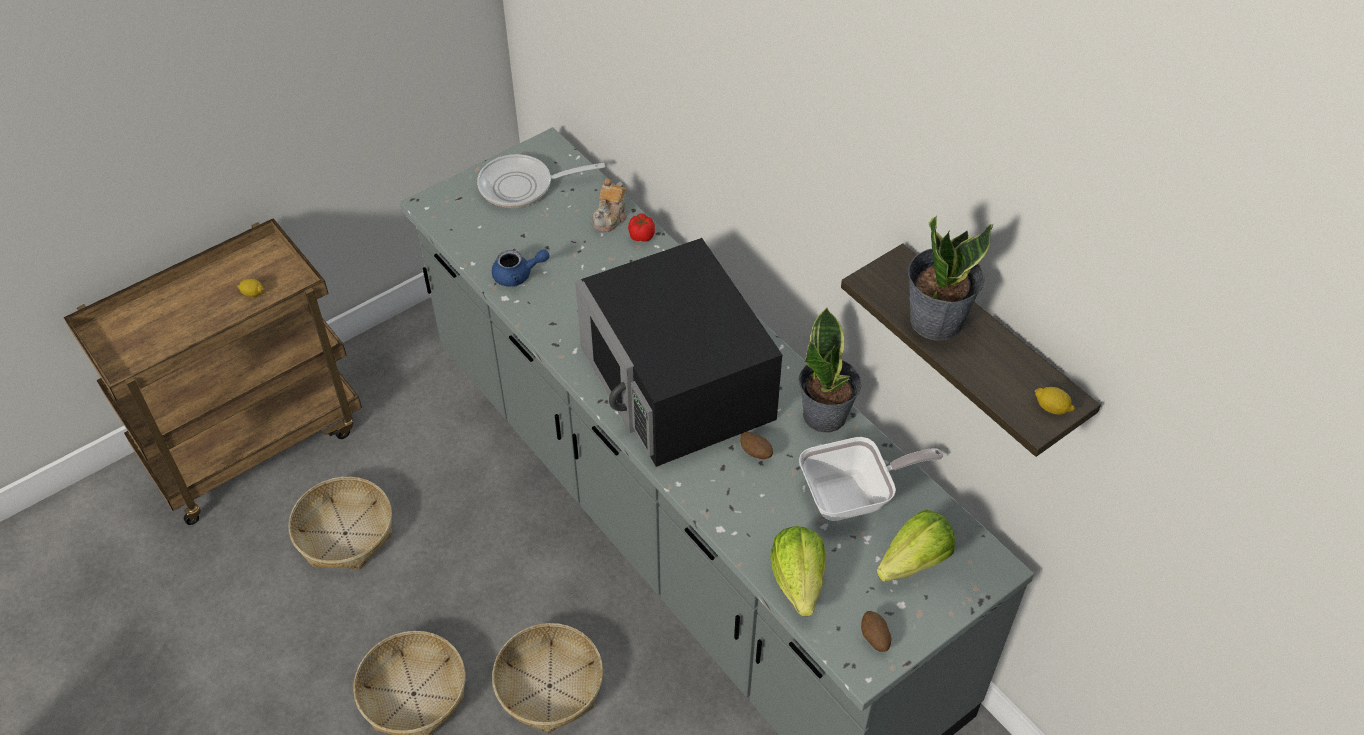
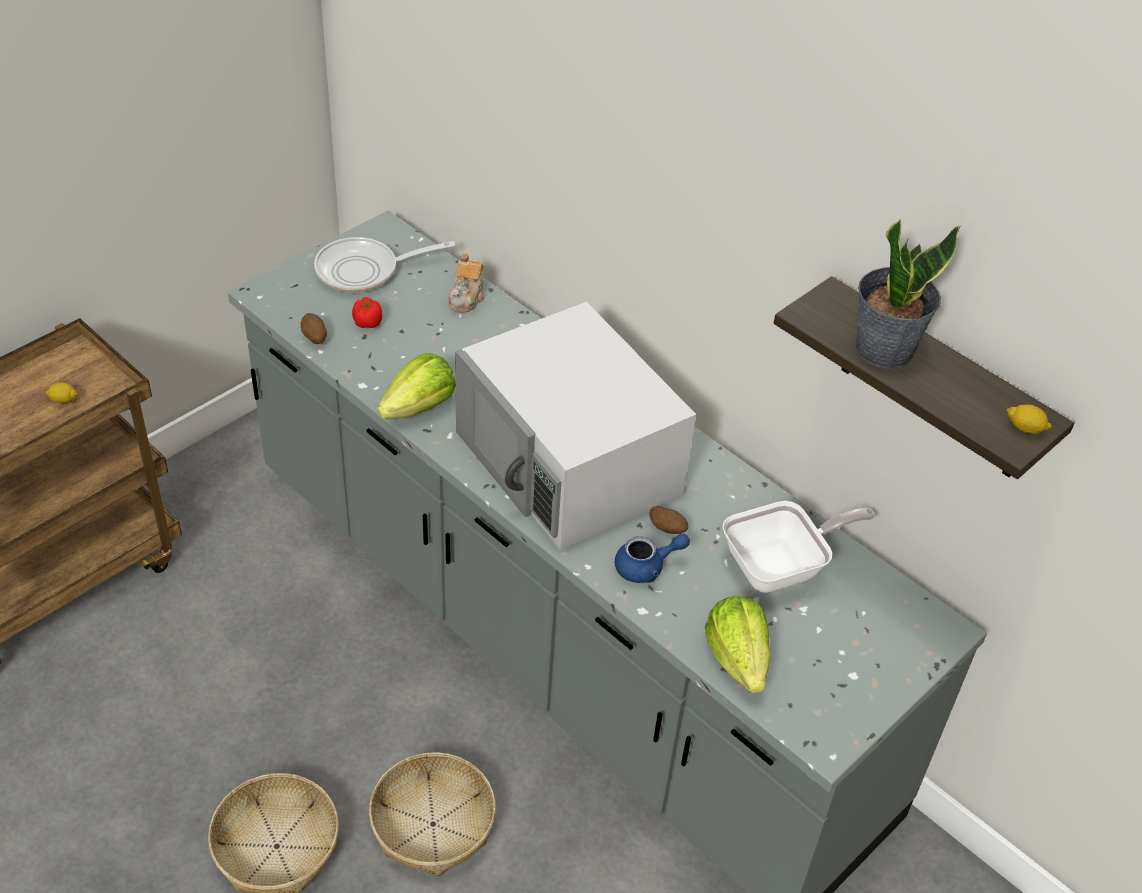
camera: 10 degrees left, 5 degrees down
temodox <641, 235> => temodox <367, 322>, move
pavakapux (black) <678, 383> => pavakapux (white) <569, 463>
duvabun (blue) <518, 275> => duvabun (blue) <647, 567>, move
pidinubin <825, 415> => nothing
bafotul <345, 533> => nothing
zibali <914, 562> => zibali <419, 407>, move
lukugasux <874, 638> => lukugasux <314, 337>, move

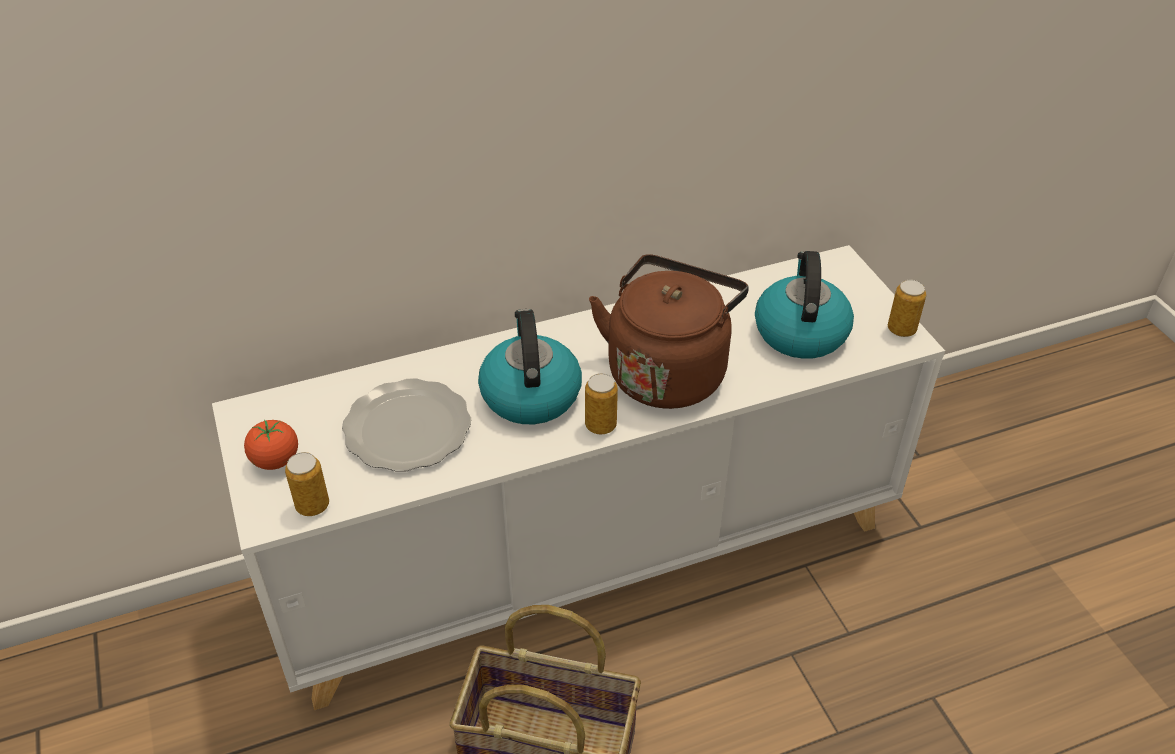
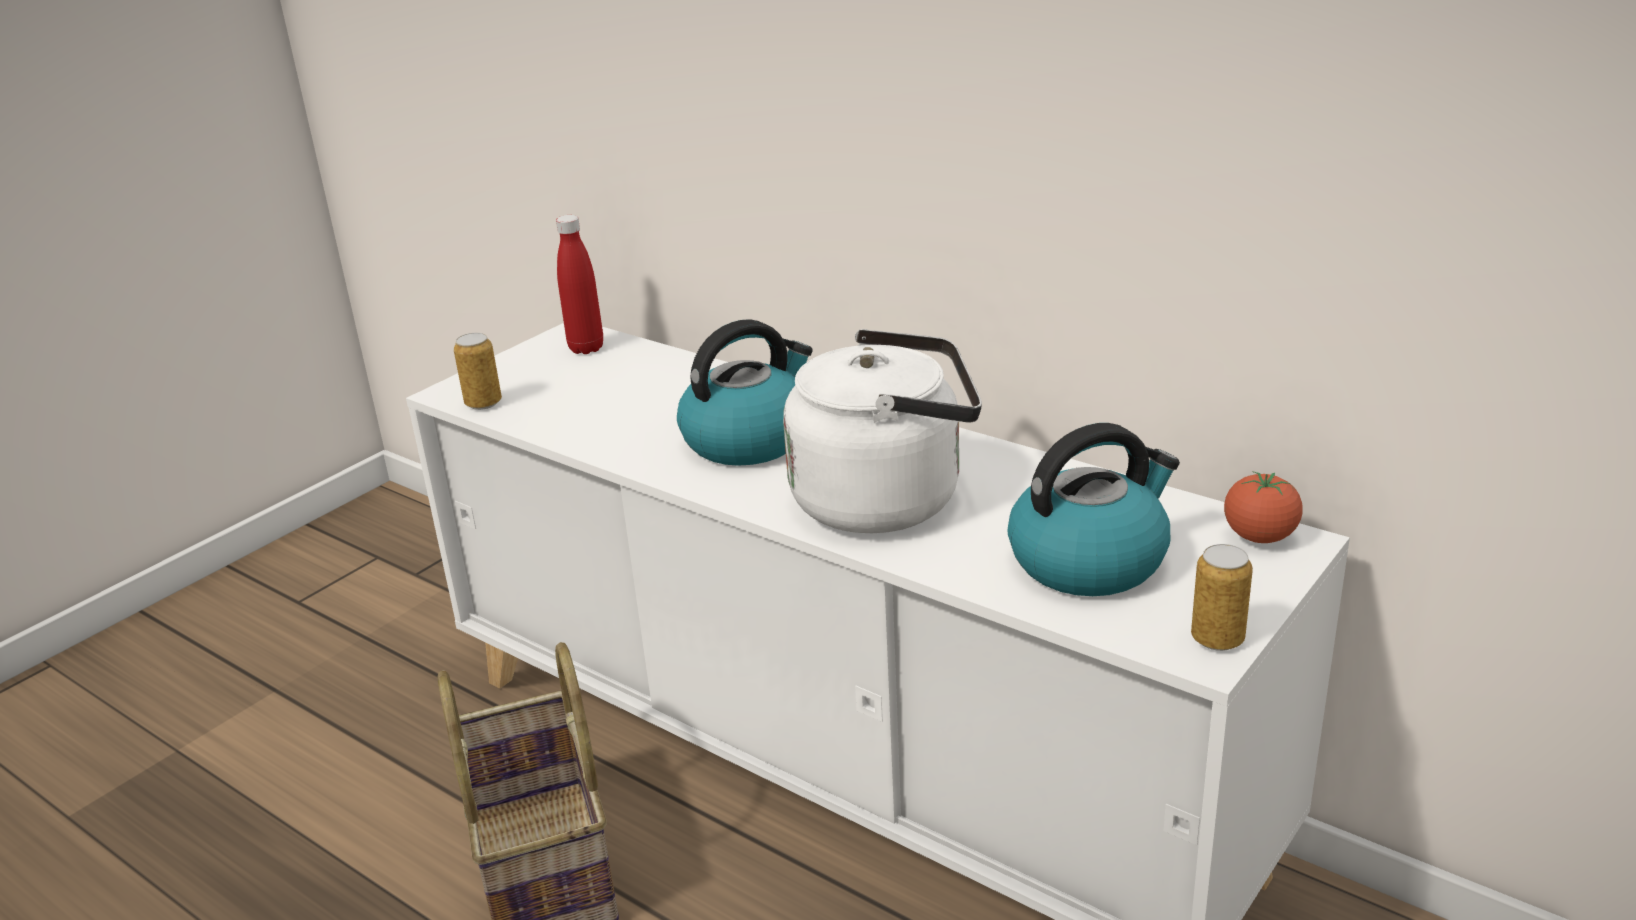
camera: 60 degrees right, 15 degrees down
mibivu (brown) <668, 371> => mibivu (white) <887, 499>
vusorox <600, 425> => nothing
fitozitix <409, 427> => nothing
temodox <275, 460> => temodox <1259, 537>, move
nothing => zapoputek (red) <586, 348>

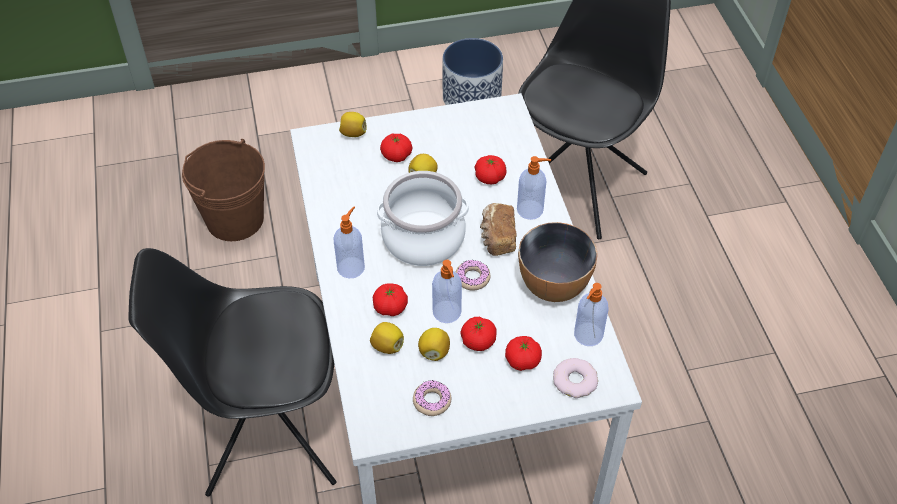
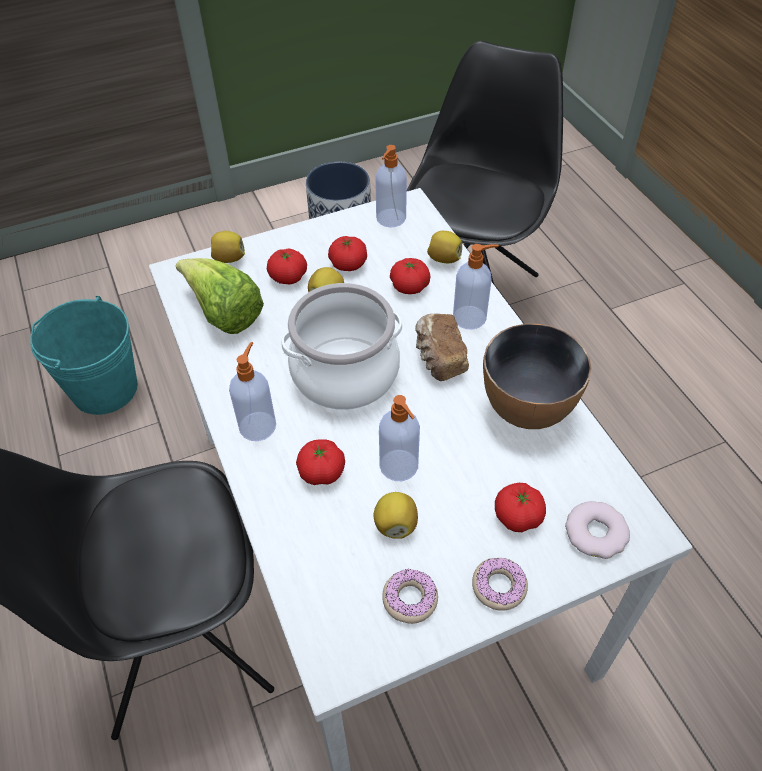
camera: 10 degrees left, 0 degrees up
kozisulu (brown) <235, 219> => kozisulu (turquoise) <104, 389>
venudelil <472, 278> => venudelil <499, 586>, move
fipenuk <587, 335> => fipenuk <390, 219>, move
temodox <478, 341> => temodox <348, 264>, move
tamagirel <387, 346> => tamagirel <444, 259>, move
nothing => zibali <224, 314>

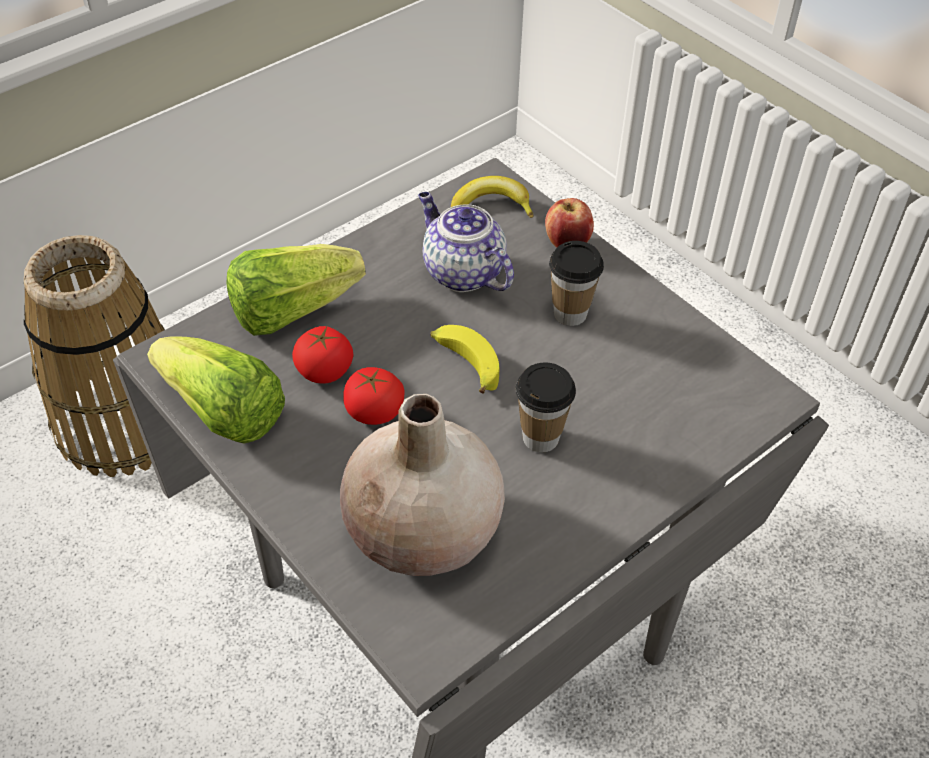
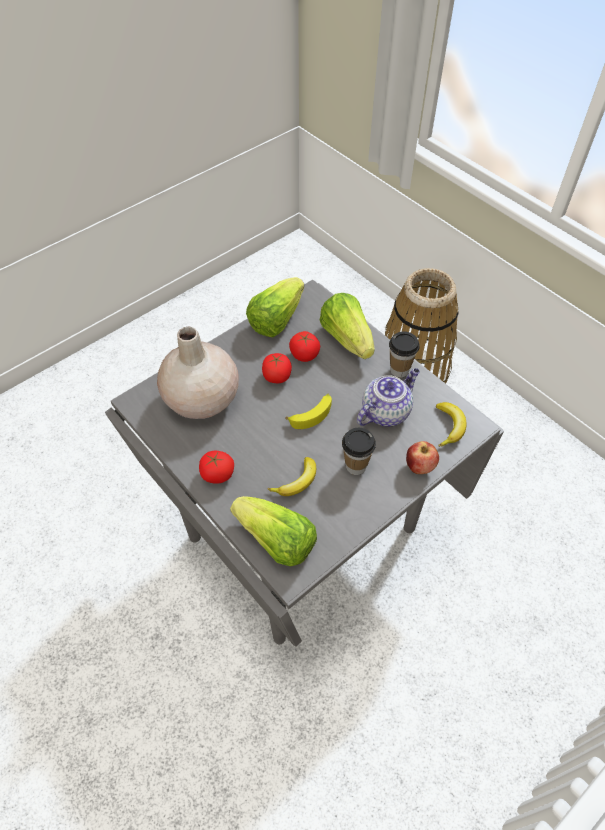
camera: 90 degrees right, 5 degrees up
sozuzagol <540, 437> => sozuzagol <399, 370>, move
nothing => temodox <218, 474>
nothing => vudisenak <297, 482>
nothing => zibali <276, 541>

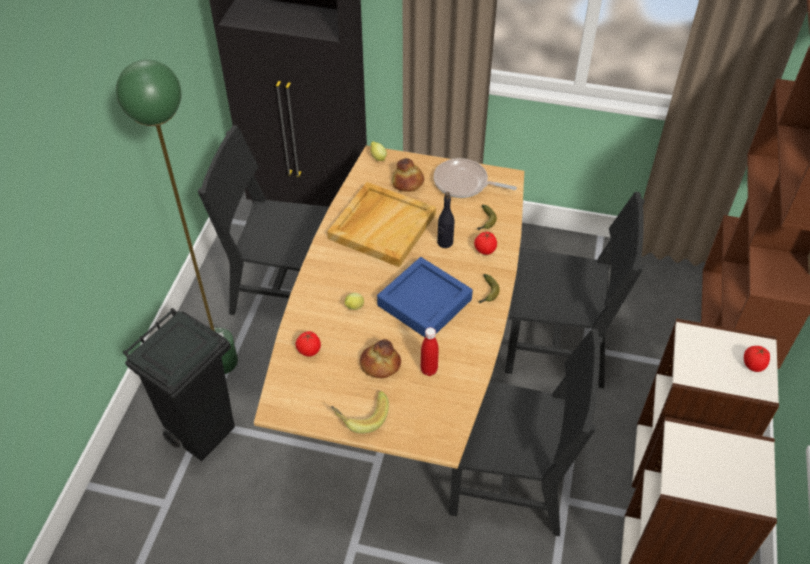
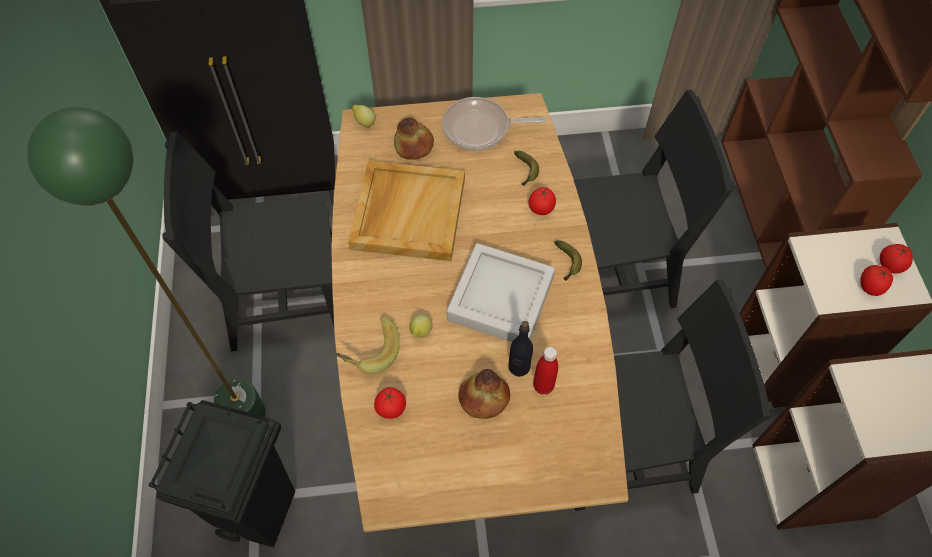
camera: 20 degrees left, 10 degrees up
zapoputek (black) <445, 242> => zapoputek (black) <519, 367>, move
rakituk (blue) <424, 302> => rakituk (grey) <500, 299>
vudisenak <360, 416> => vudisenak <369, 351>, move
nothing => temodox <869, 287>

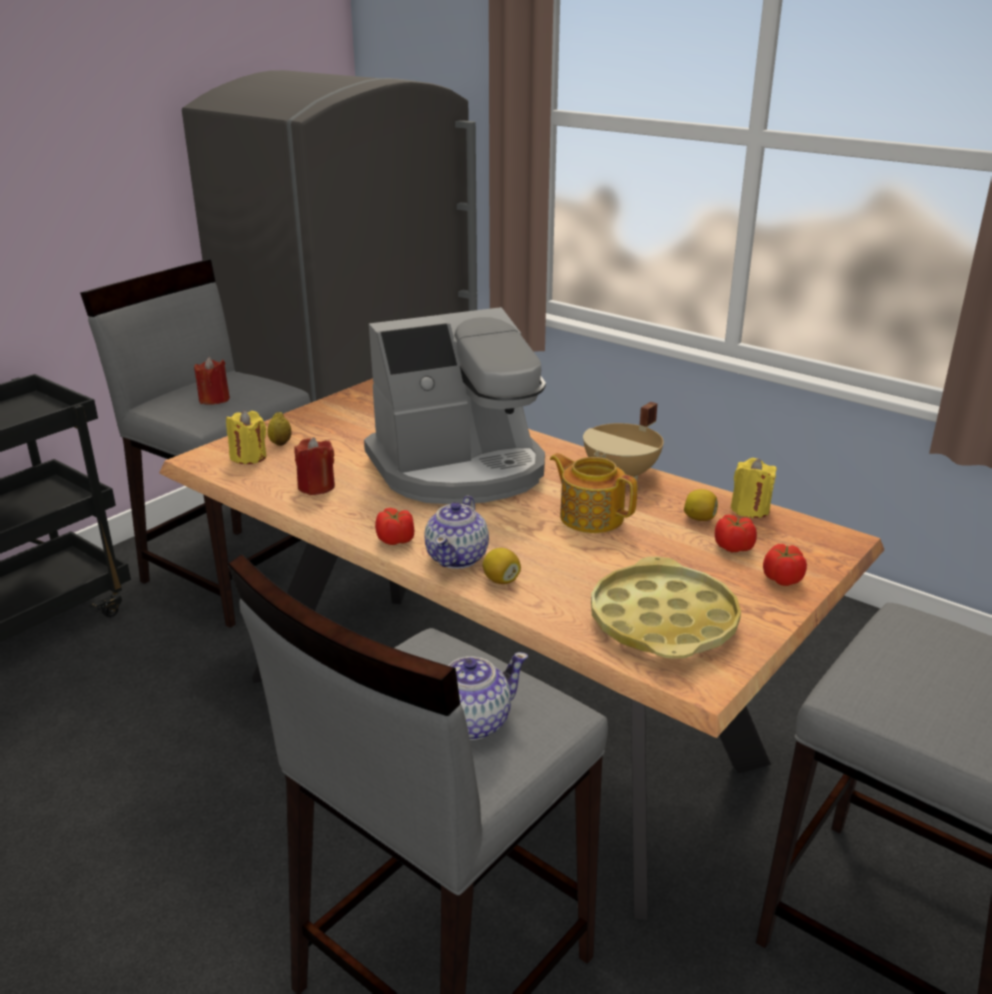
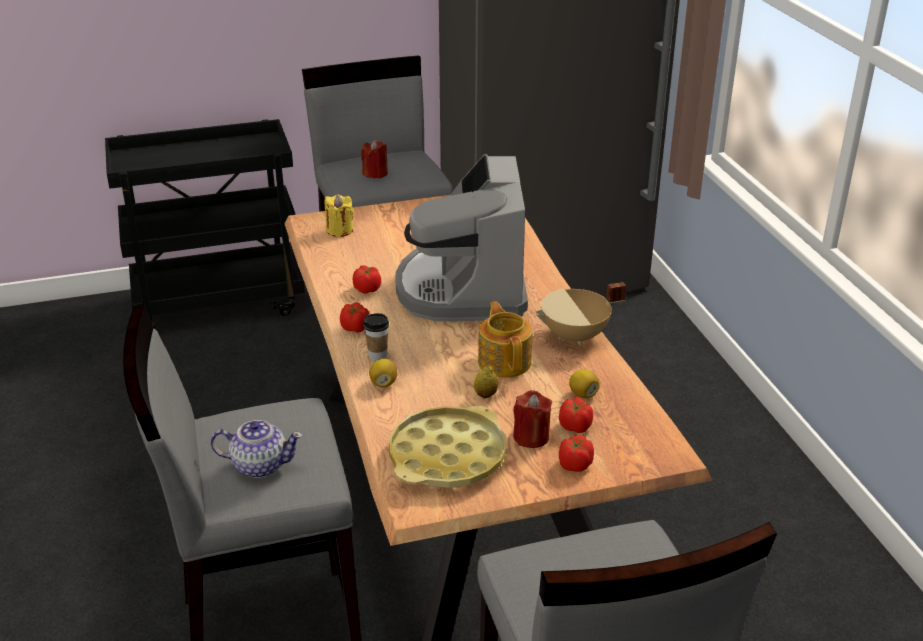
camera: 35 degrees right, 5 degrees up
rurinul <460, 469> => rurinul <464, 289>, 75 degrees clockwise
tamagirel <280, 443> => tamagirel <486, 395>, move
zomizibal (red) <316, 487> => zomizibal (red) <531, 437>, move
zomizibal (yellow) <750, 509> => nothing
duvabun <458, 557> => sozuzagol <377, 356>
nothing => temodox <367, 289>

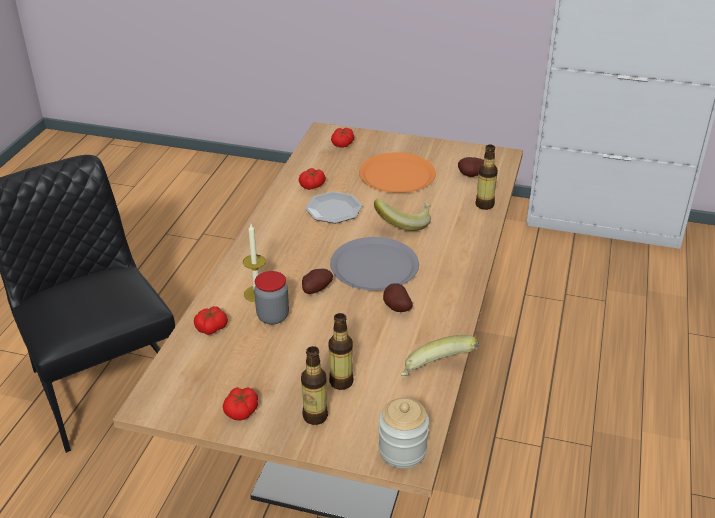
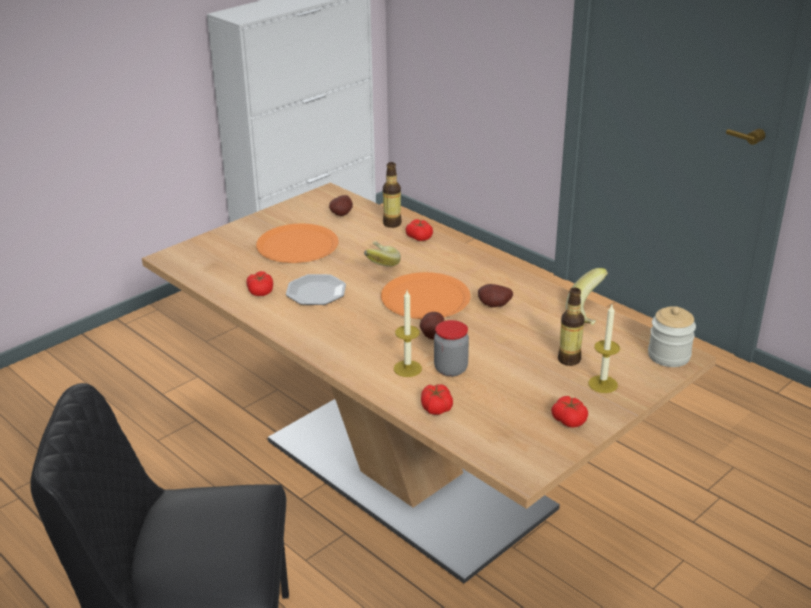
camera: 60 degrees left, 5 degrees down
temodox <343, 143> => temodox <419, 237>, move
fitozitix (grey) <374, 266> => fitozitix (orange) <425, 298>
zapoputek <315, 416> => zomizibal <603, 384>

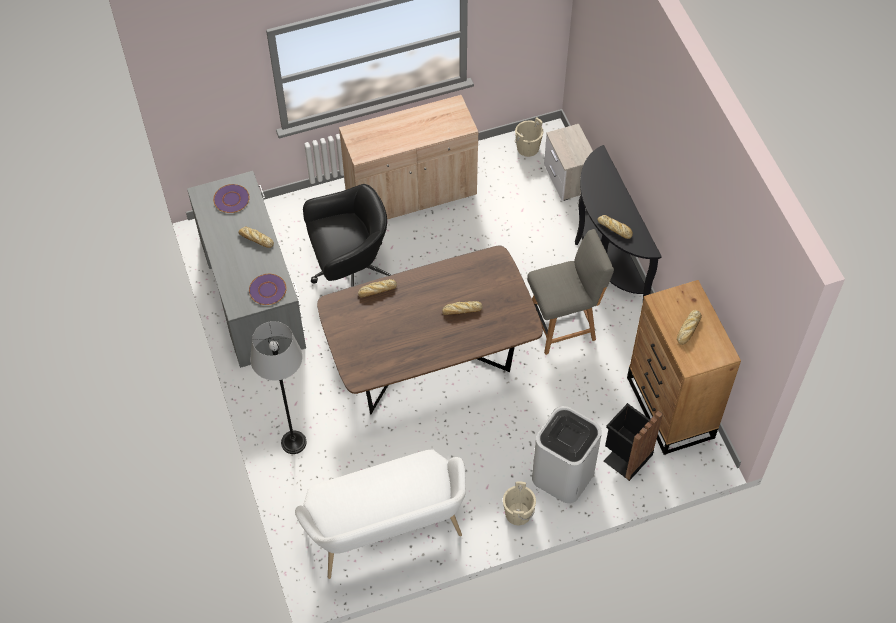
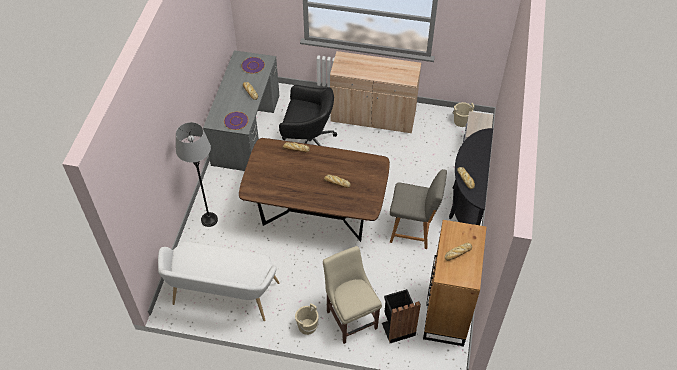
camera: 30 degrees right, 5 degrees down
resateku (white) <563, 474> => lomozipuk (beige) <351, 317>

